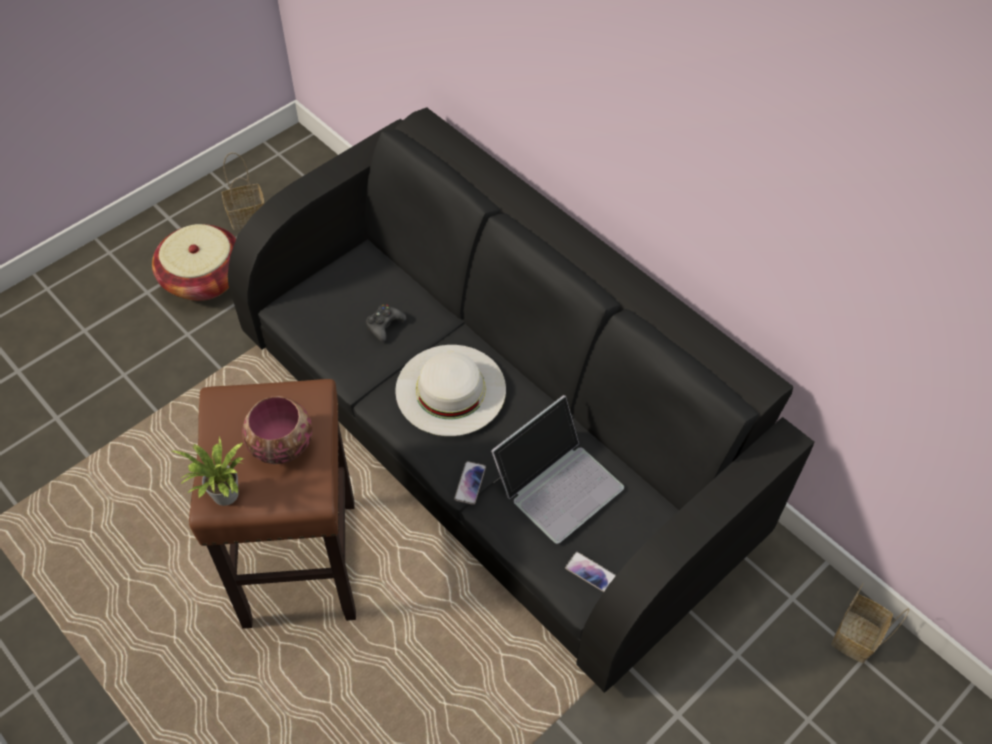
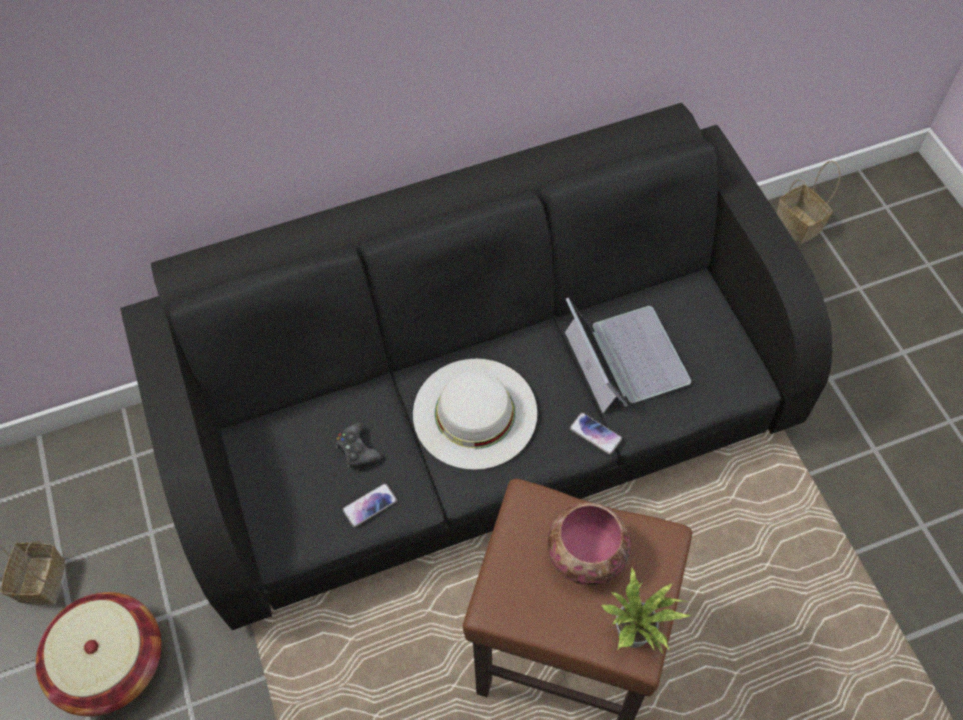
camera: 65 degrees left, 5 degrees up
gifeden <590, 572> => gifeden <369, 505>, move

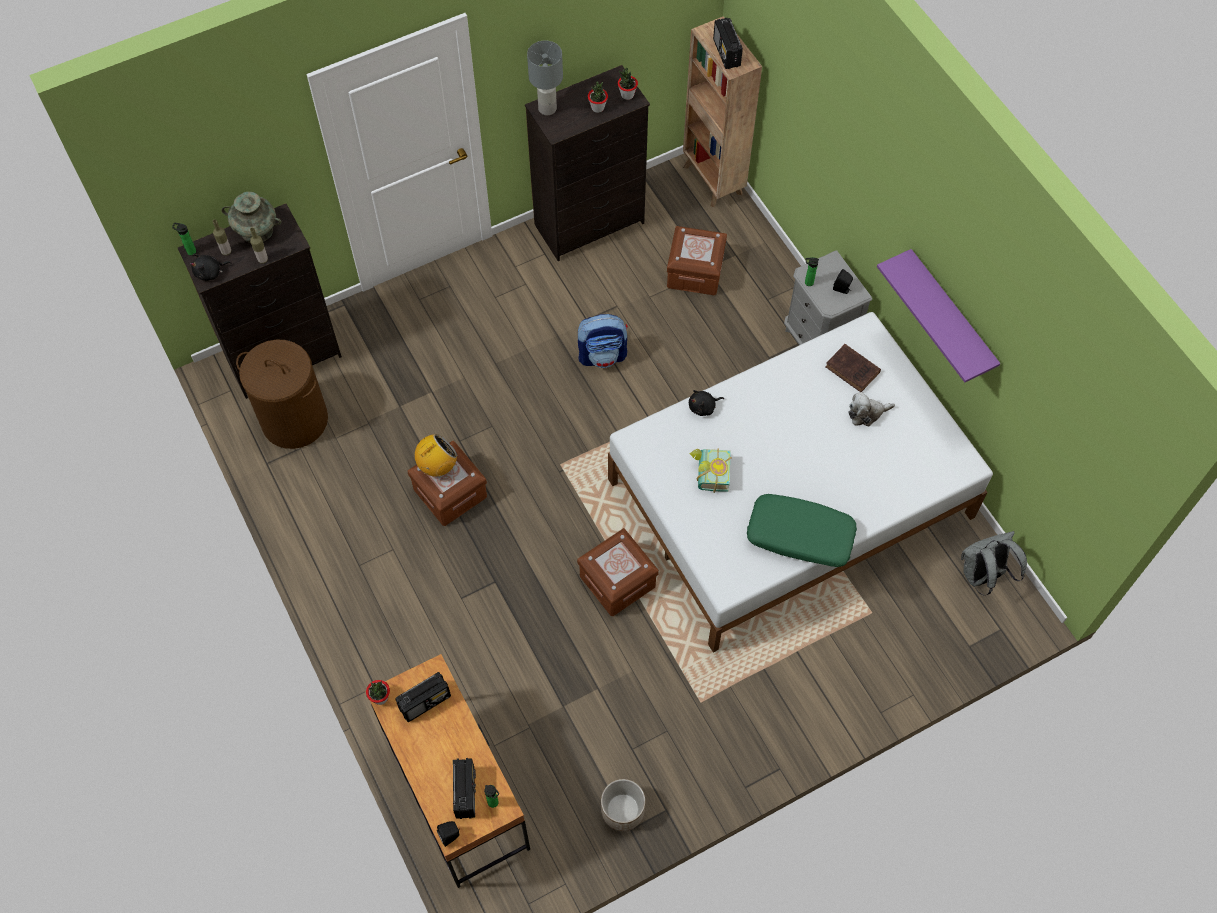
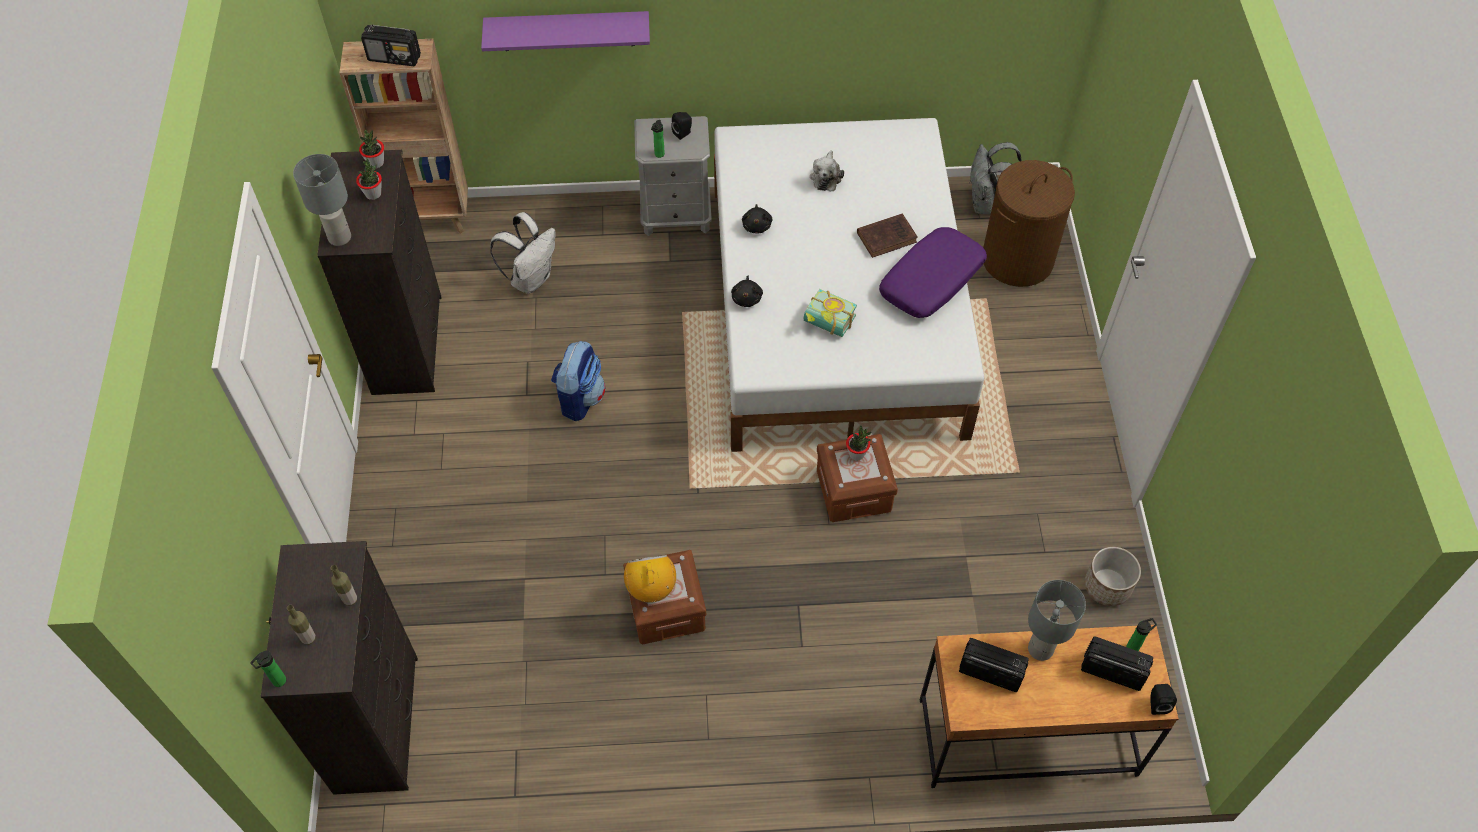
camera: 65 degrees left, 5 degrees down
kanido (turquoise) <256, 231> => nothing
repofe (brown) <695, 272> => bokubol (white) <531, 278>
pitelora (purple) <950, 316> => pitelora (purple) <568, 31>, move
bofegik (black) <210, 272> => bofegik (black) <757, 225>, move
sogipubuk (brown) <294, 420> => sogipubuk (brown) <1017, 260>, move
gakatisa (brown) <853, 370> => gakatisa (brown) <888, 237>, move
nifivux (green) <799, 536> => nifivux (purple) <932, 281>
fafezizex <425, 702> => fafezizex <989, 672>, 60 degrees counterclockwise
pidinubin <380, 698> => pidinubin <856, 454>, move
nothing => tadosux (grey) <1041, 650>

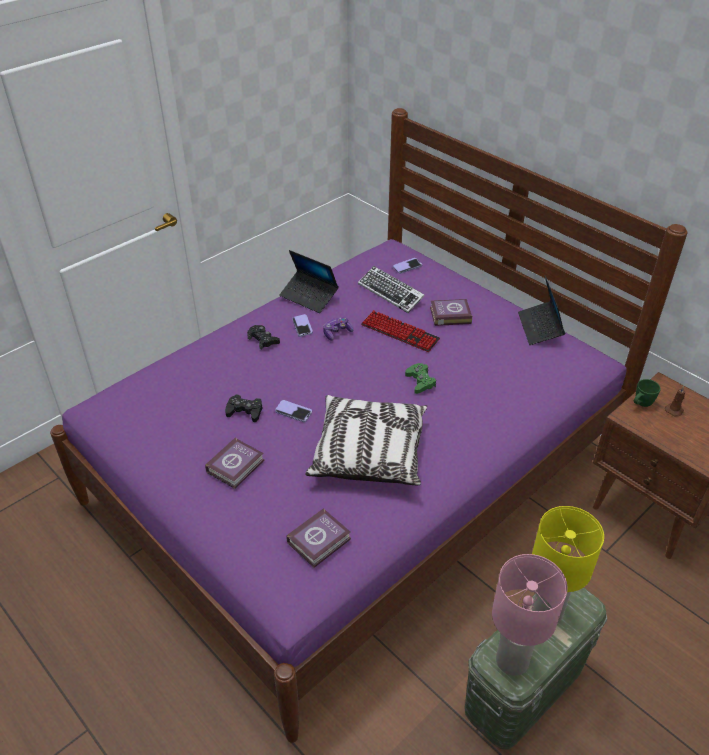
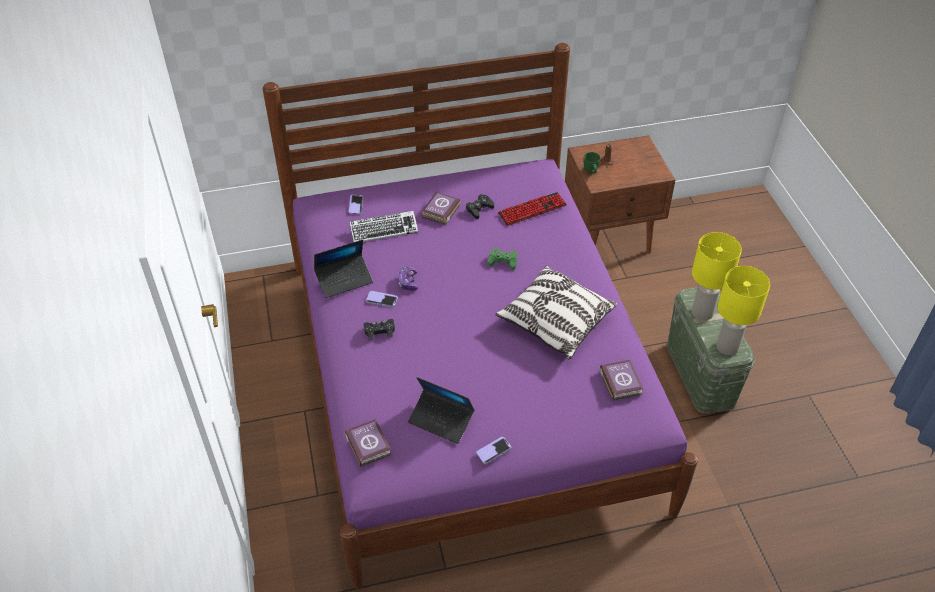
camera: 60 degrees left, 5 degrees up
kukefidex <540, 328> => kukefidex <441, 420>, move
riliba <399, 332> => riliba <532, 210>, move
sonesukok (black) <245, 411> => sonesukok (black) <479, 209>, move
gifeden <293, 412> => gifeden <493, 451>, move
gakatisa <237, 466> => gakatisa <368, 444>, move
tadosux (pink) <512, 660> => tadosux (yellow) <727, 346>

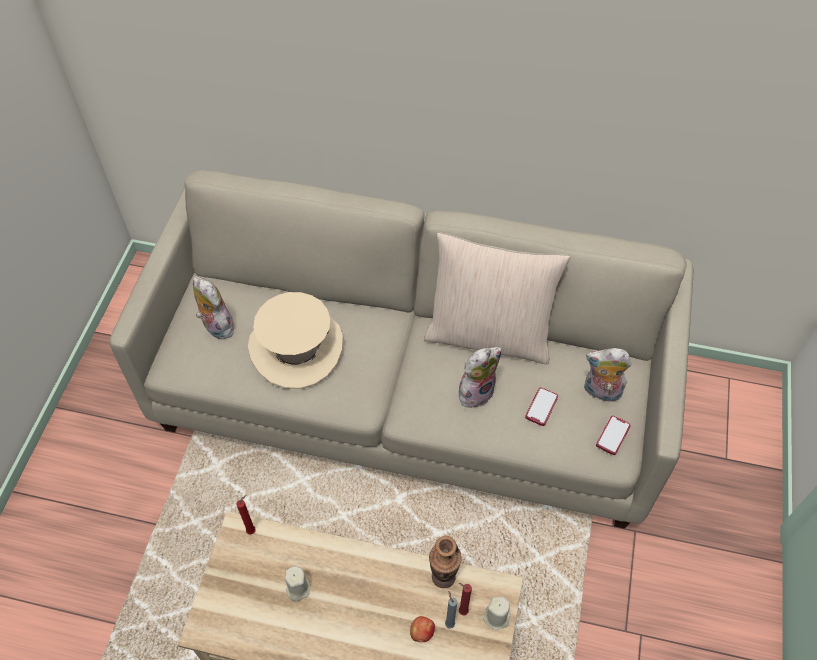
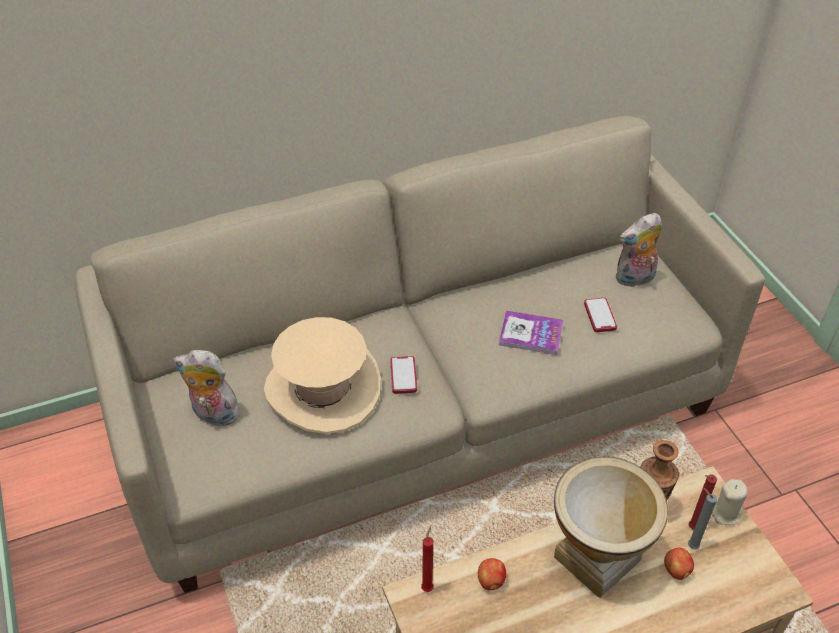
camera: 35 degrees left, 10 degrees down
nifivux (beige) <489, 335> => nothing
bofegik <475, 391> => gakatisa <530, 334>
gifeden <612, 435> => gifeden <403, 376>, move
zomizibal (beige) <297, 588> => nothing
nothing => kanido <596, 559>
nothing => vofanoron <491, 581>

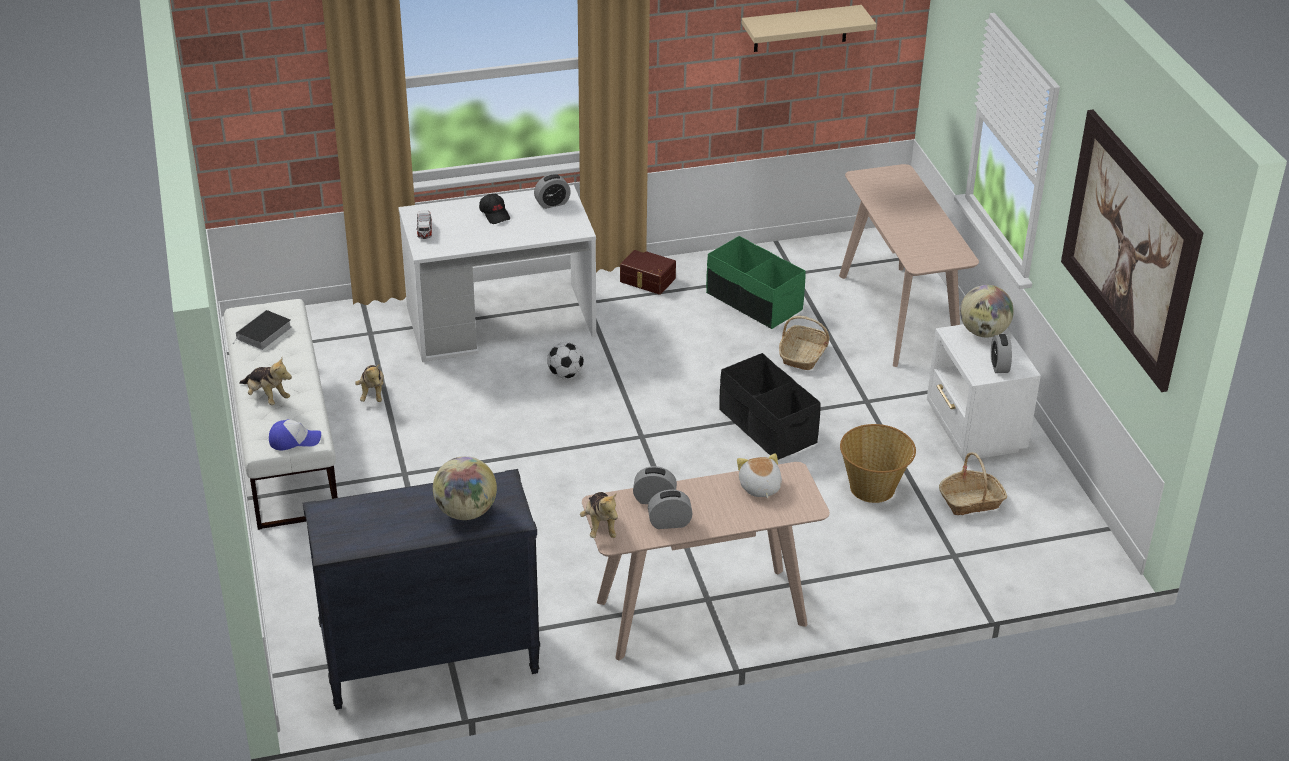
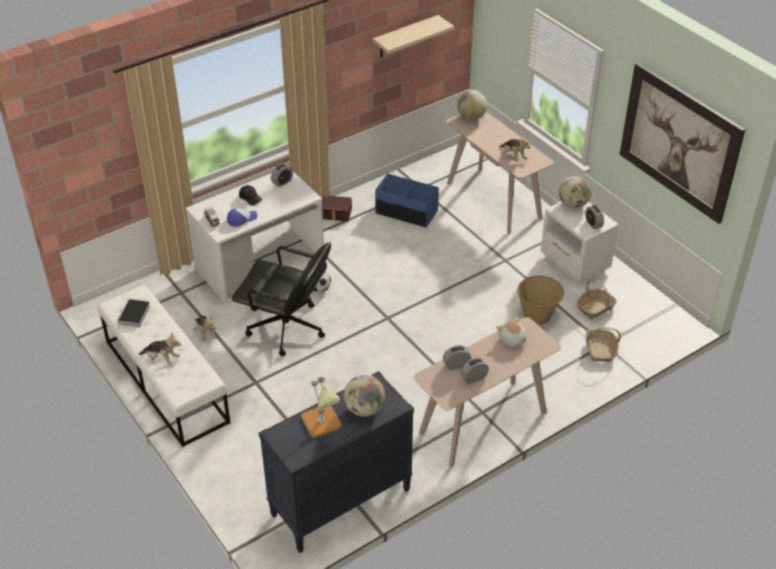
camera: 20 degrees left, 5 degrees up
repofe (green) <753, 302> => repofe (blue) <406, 212>
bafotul <803, 355> => bafotul <600, 350>, move
repofe (black) <767, 427> => nothing
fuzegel <294, 440> => fuzegel <241, 219>, move
bofegik <600, 526> => bofegik <513, 156>, move
nothing => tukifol <471, 117>
nothing => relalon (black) <287, 328>
nothing => tadosux <323, 425>

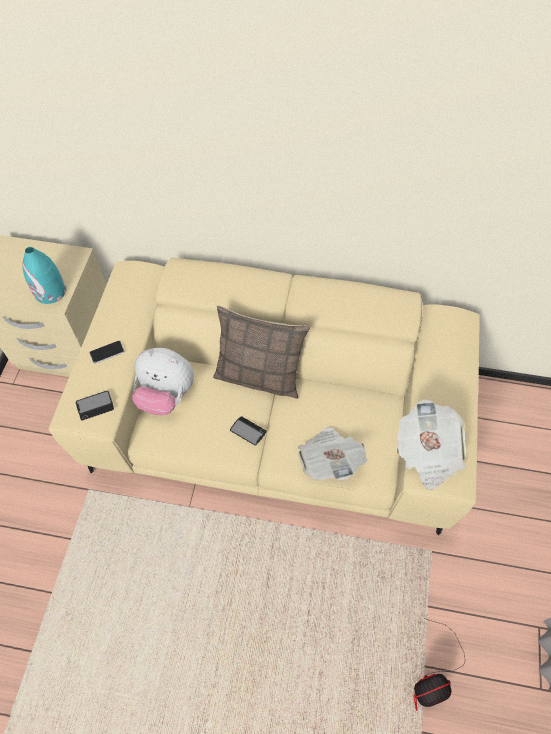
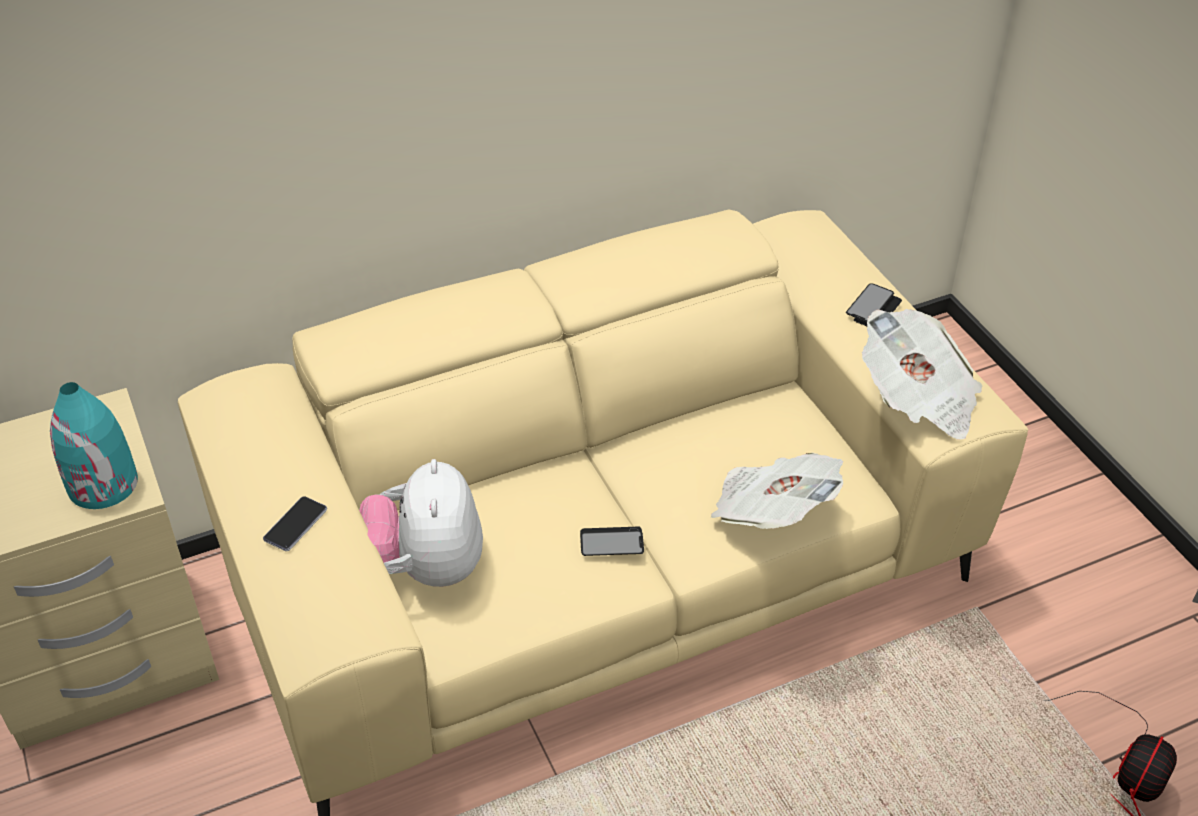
camera: 35 degrees left, 15 degrees down
nifivux <259, 376> => nothing
bofegik <165, 395> => bofegik <425, 568>, 105 degrees clockwise
gifeden <95, 406> => gifeden <873, 308>, move

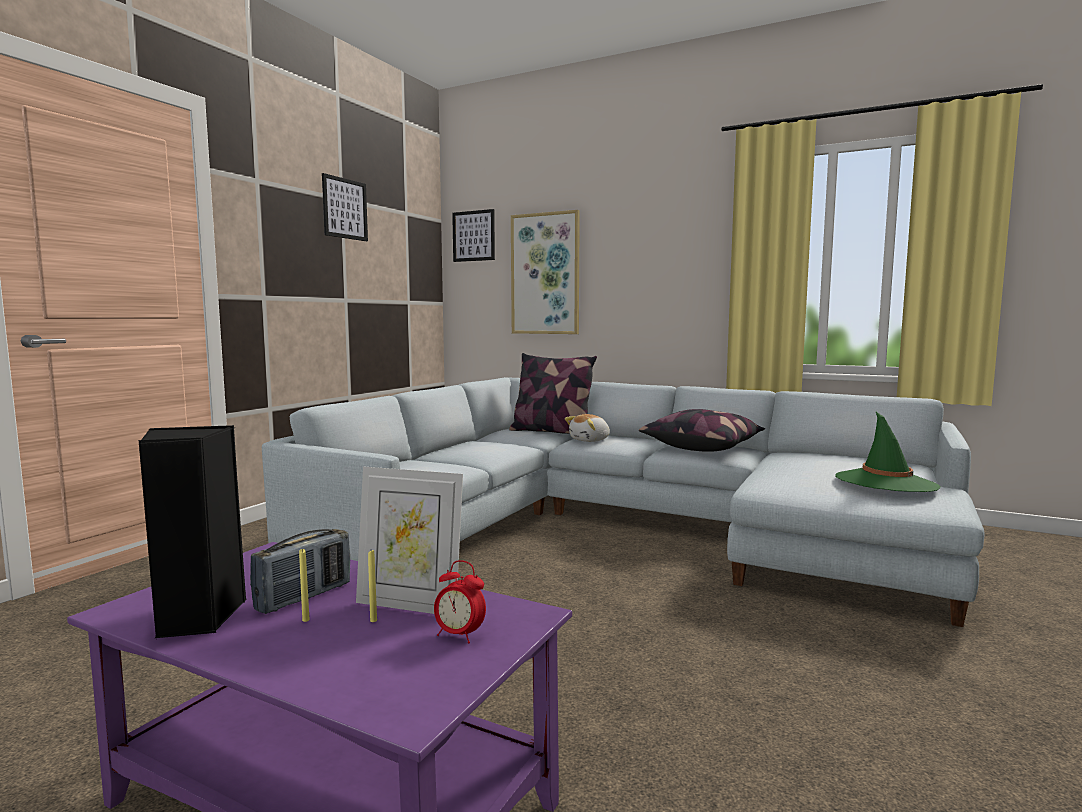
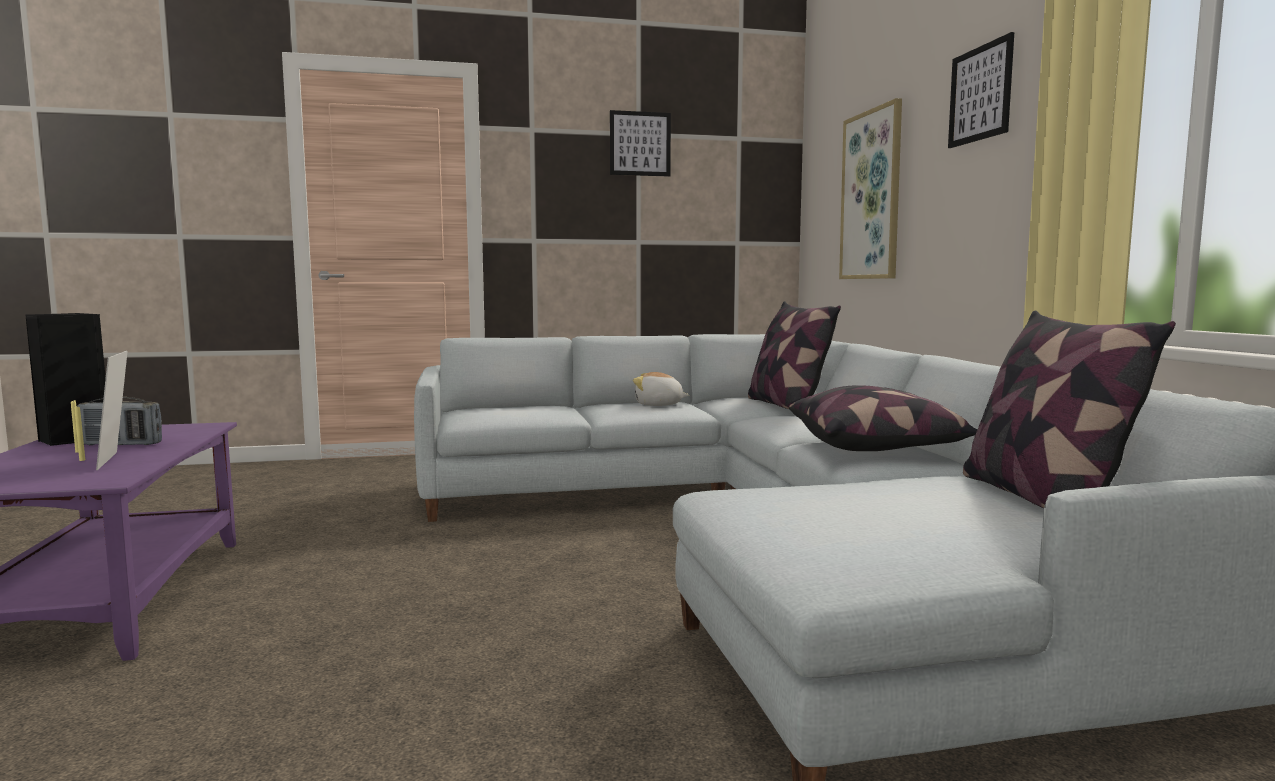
camera: 50 degrees right, 0 degrees up
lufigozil <473, 236> => lufigozil <980, 93>, move
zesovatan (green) <886, 482> => nothing
bofegik <590, 440> => bofegik <658, 405>, move
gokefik <459, 635> => nothing
nothing => nifivux <1041, 498>

